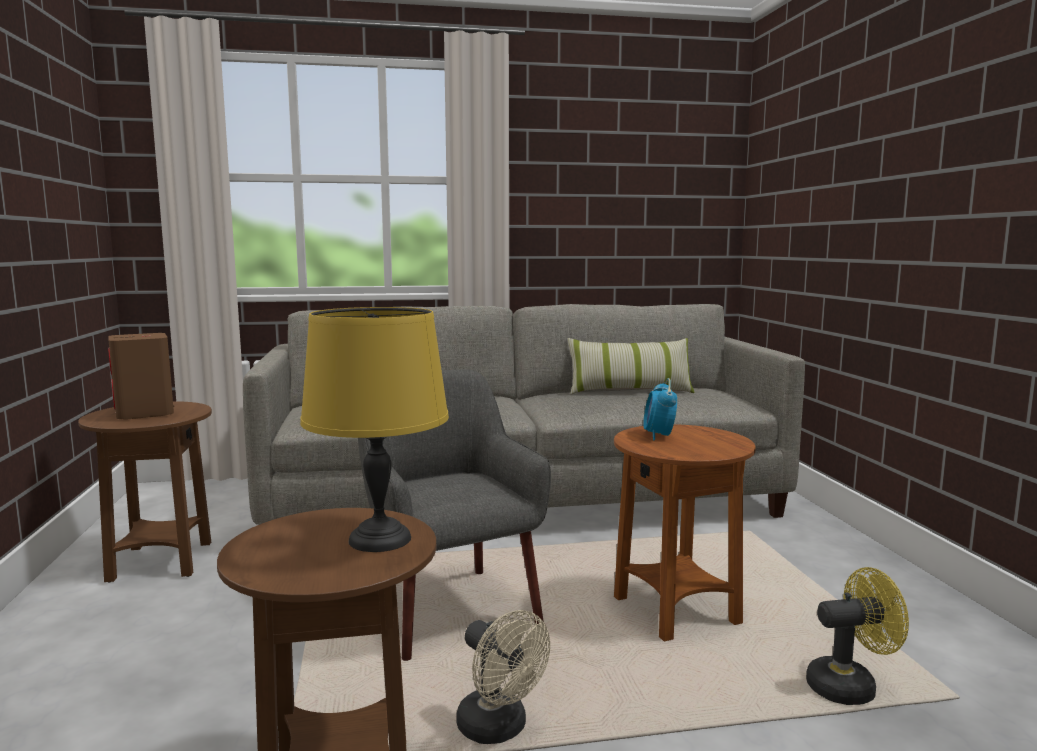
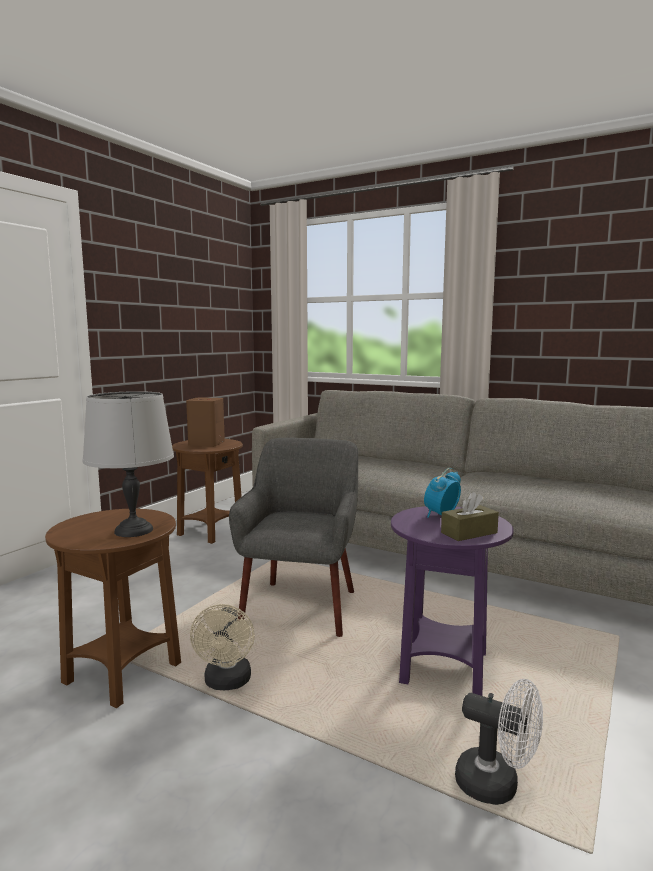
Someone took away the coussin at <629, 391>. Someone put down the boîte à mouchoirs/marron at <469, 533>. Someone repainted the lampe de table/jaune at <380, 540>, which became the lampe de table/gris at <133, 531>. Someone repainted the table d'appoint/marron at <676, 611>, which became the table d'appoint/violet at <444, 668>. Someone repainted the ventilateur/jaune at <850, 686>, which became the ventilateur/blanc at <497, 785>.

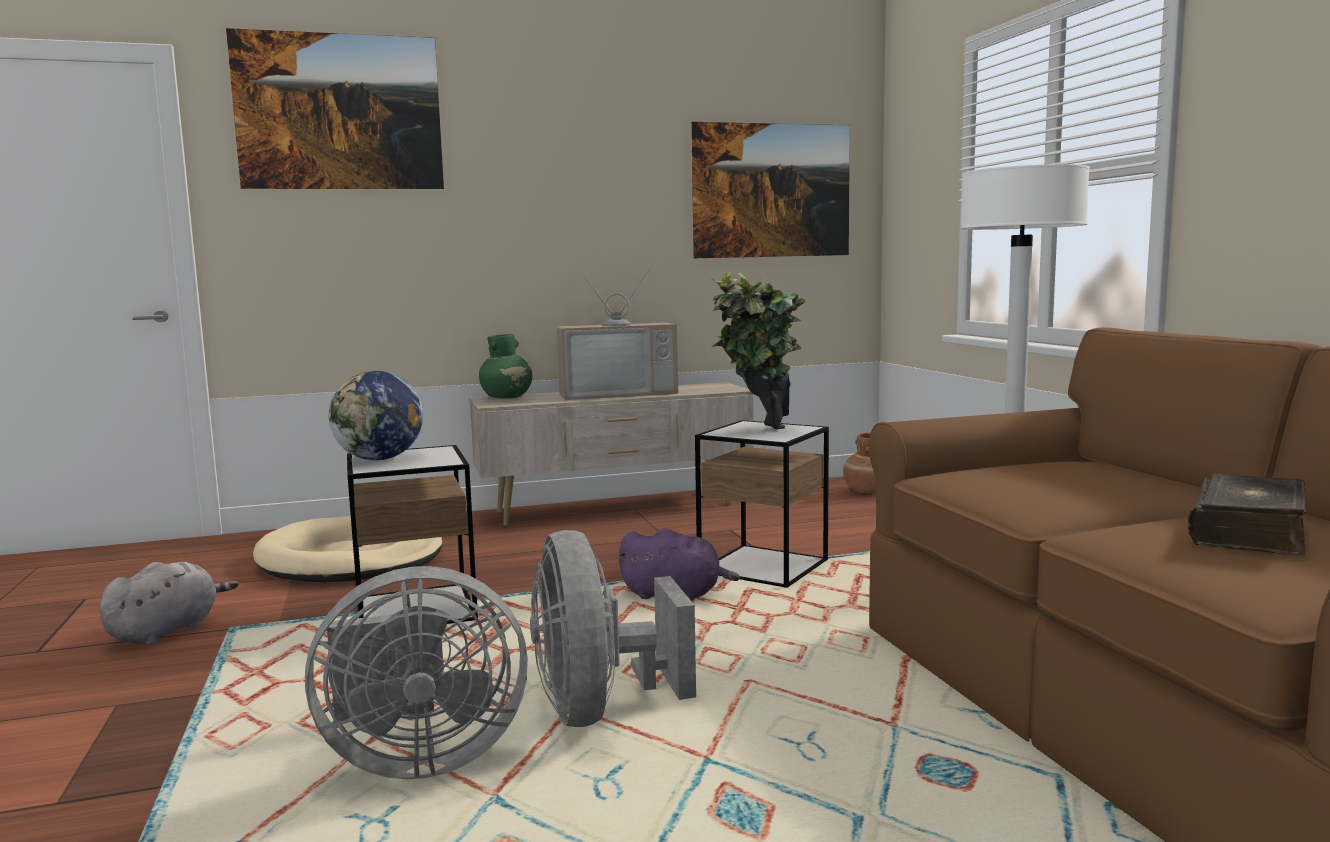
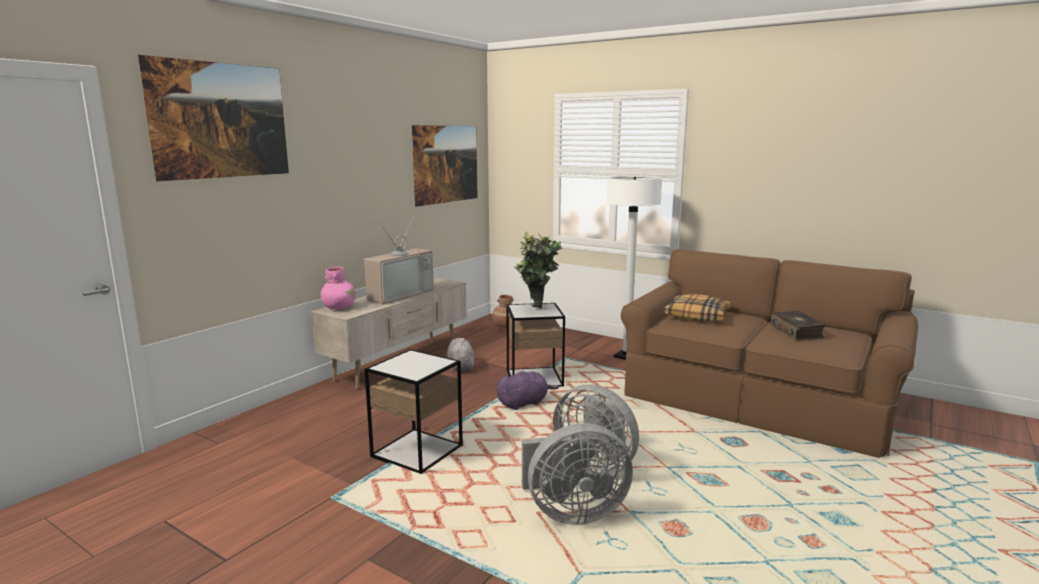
Someone took away the panier pour chien/beige at <350, 559>. Someone took away the globe at <379, 459>. Someone put down the coussin at <697, 316>. Someone carried the peluche/gris from <167, 631> to <460, 366>. Someone repainted the vase/vert at <507, 397>, which became the vase/rose at <339, 308>. Someone rotated the ventilateur/gris at <418, 759> by 45 degrees clockwise.

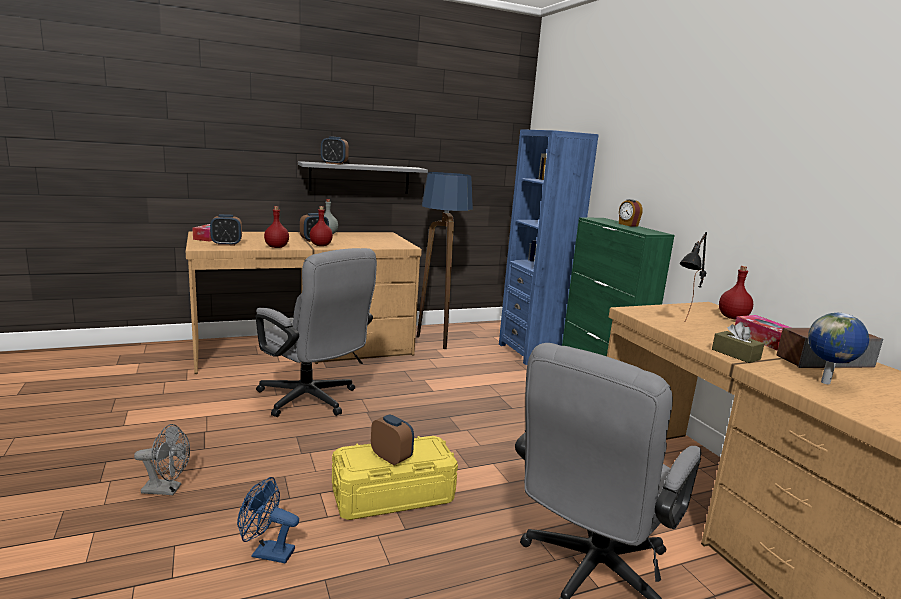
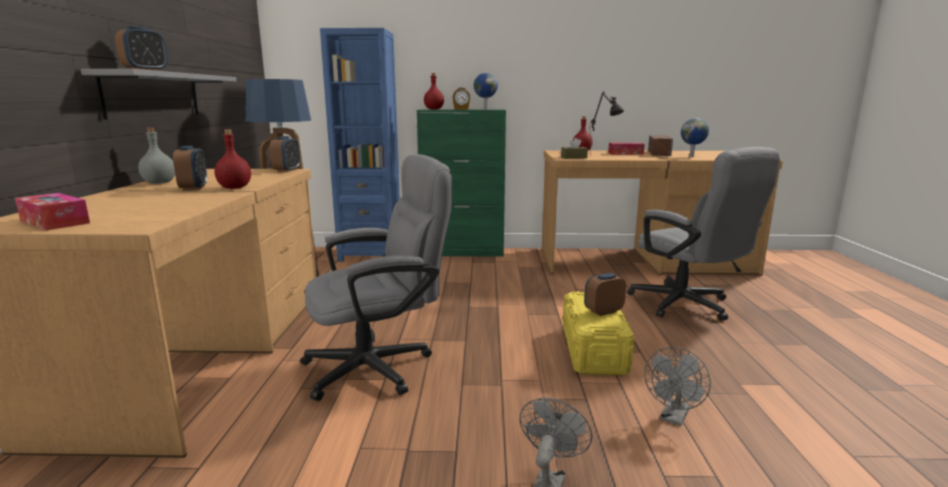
Someone put down the globe at <485, 109>. Someone carried the réveil from <226, 244> to <287, 170>. Someone carried the bouteille/rouge from <276, 247> to <433, 109>. Someone carried the boîte à mouchoirs/marron from <735, 354> to <574, 158>. Someone repainted the ventilateur/bleu at <267, 553>, which became the ventilateur/gris at <673, 418>.

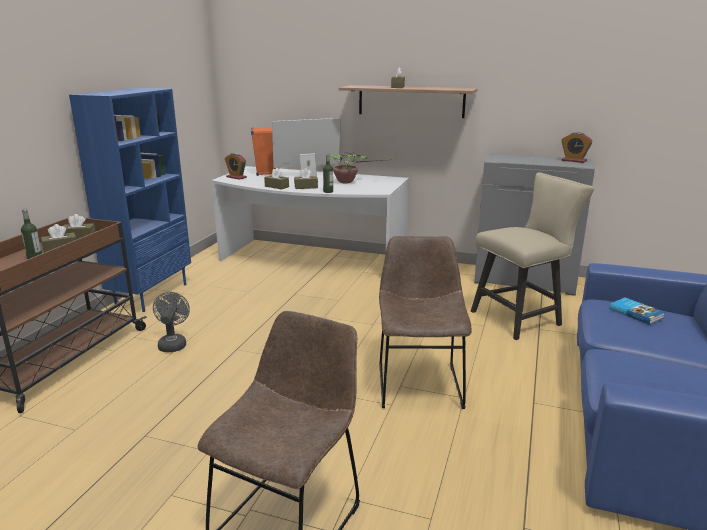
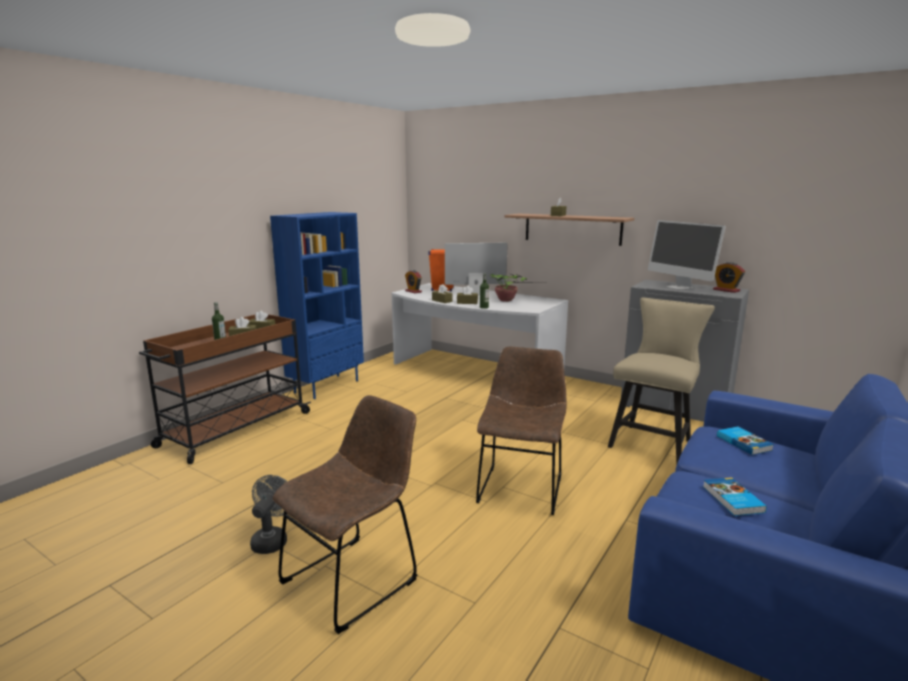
Someone put down the écran d'ordinateur at <679, 287>. Someone put down the livre at <732, 499>. Someone carried the ventilateur/gris from <173, 343> to <272, 540>. Someone rotated the chaise/beige at <521, 317> by 45 degrees counterclockwise.

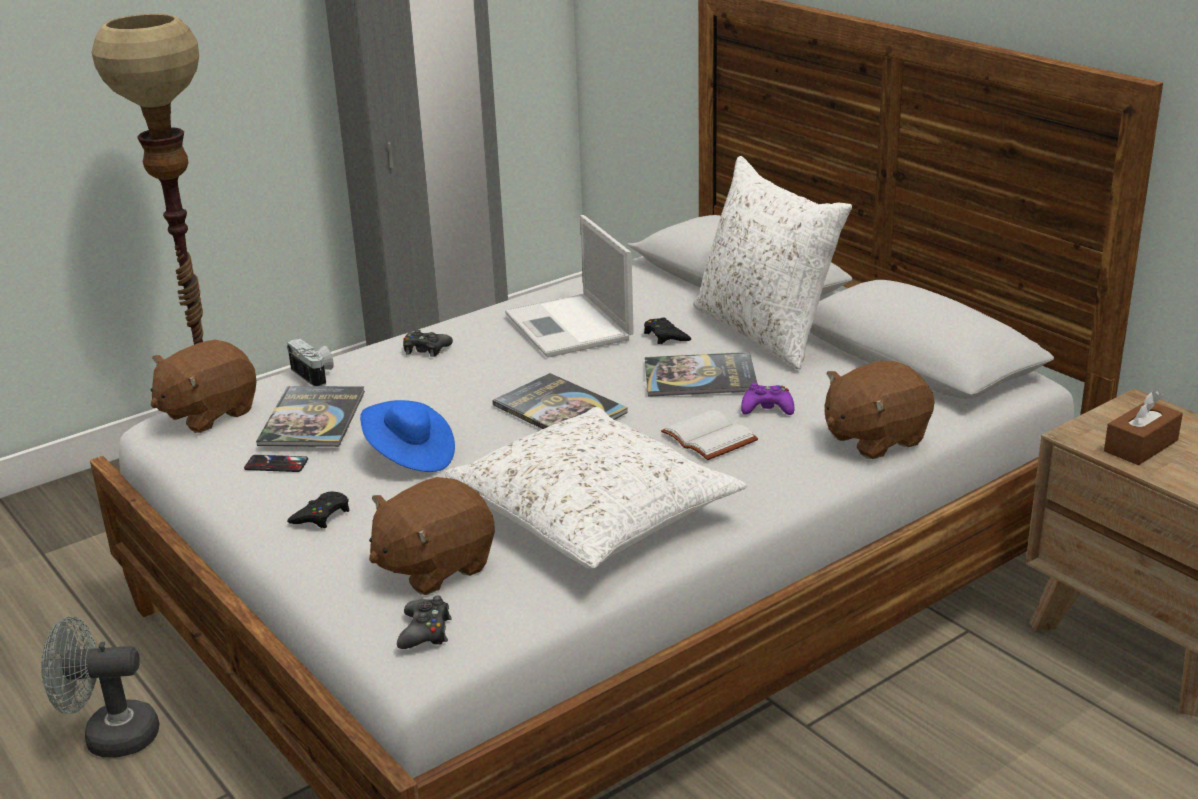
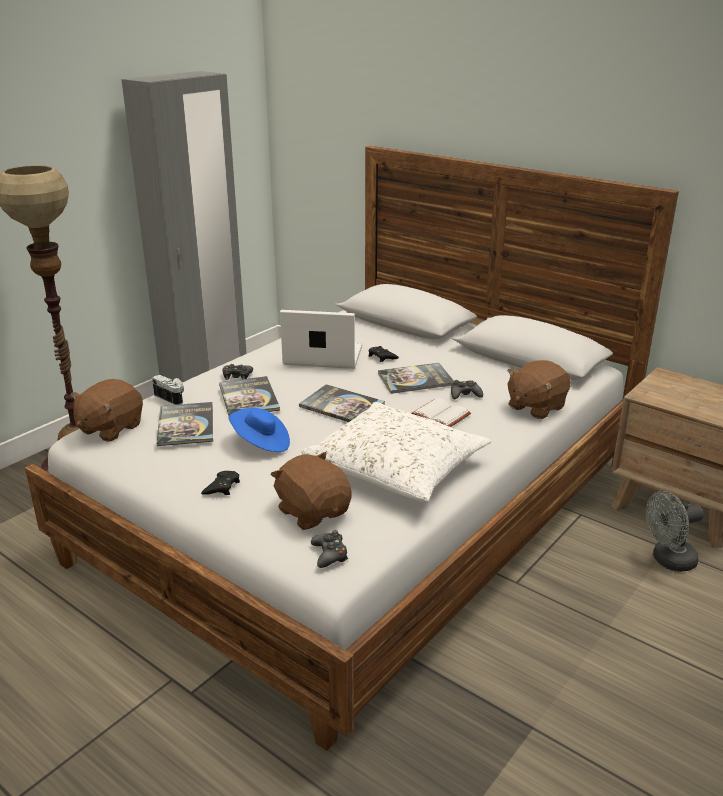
Someone took away the téléphone at <276, 464>. Someone took away the coussin/blanc at <765, 332>. Someone took away the boîte à mouchoirs/marron at <1141, 446>. Someone put down the livre at <249, 398>. Someone carried the ventilateur/gris from <110, 737> to <668, 561>. Someone repainted the manette/violet at <767, 408>, which became the manette/noir at <465, 394>. Someone rotated the peluche/marron at <434, 567> by 105 degrees clockwise. Someone rotated the ordinateur portable at <570, 327> by 135 degrees clockwise.

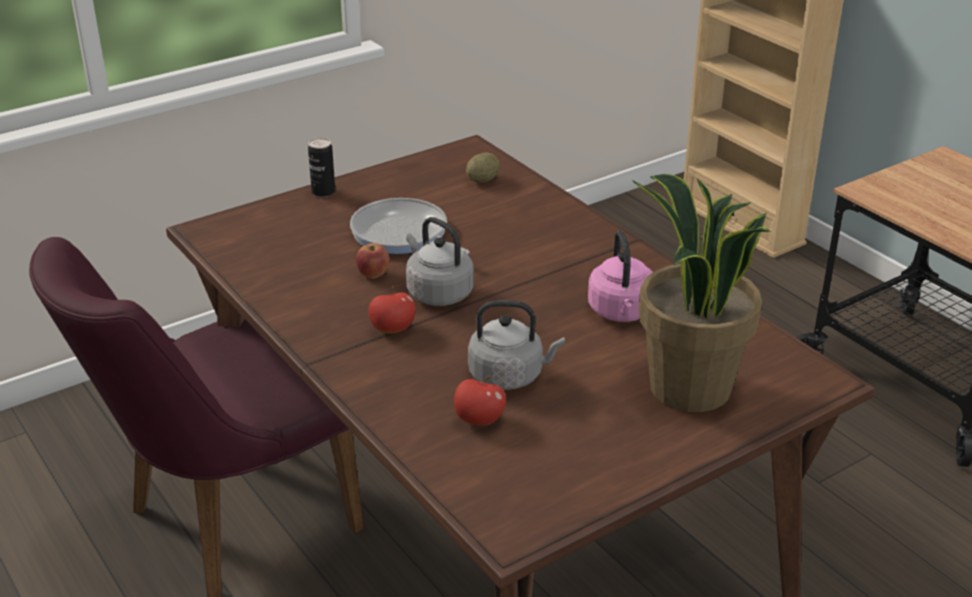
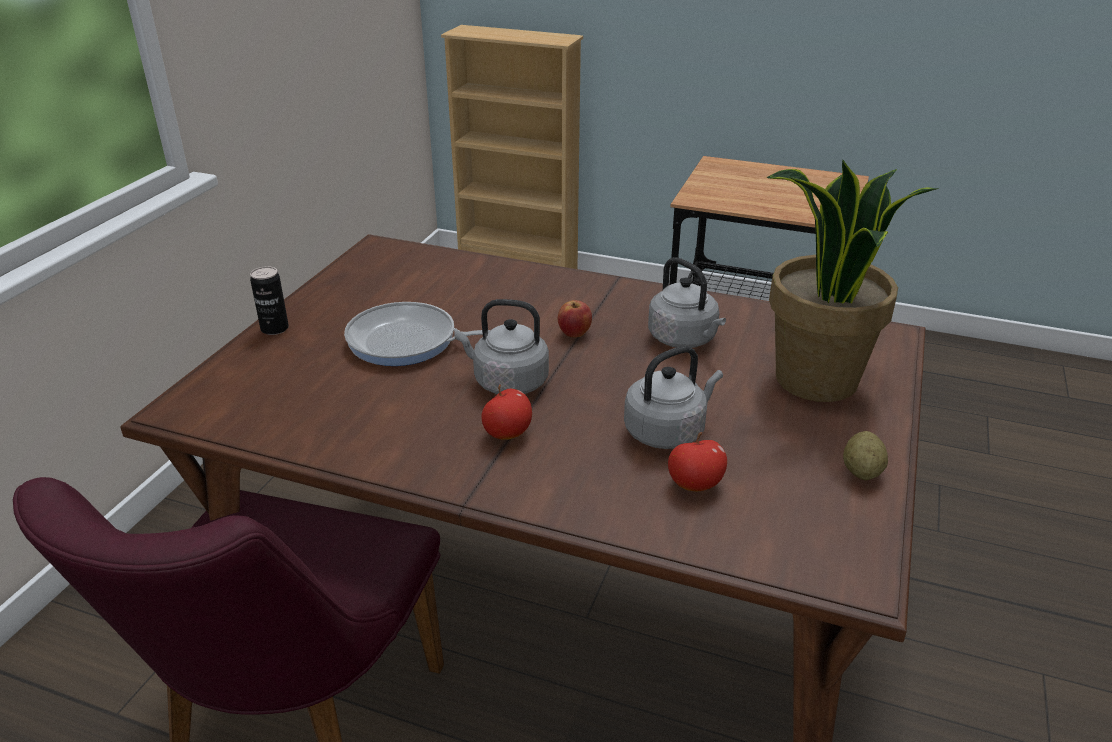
Someone carried the pomme from <373, 275> to <574, 333>. Someone carried the pomme de terre from <483, 180> to <861, 472>. Someone repainted the bouilloire/rose at <622, 312>, which became the bouilloire/gris at <684, 339>.

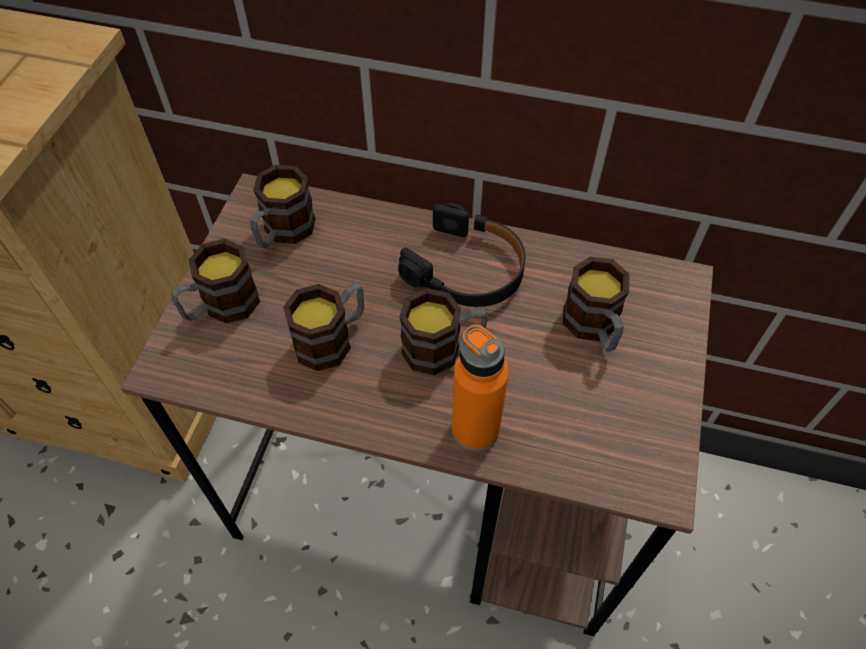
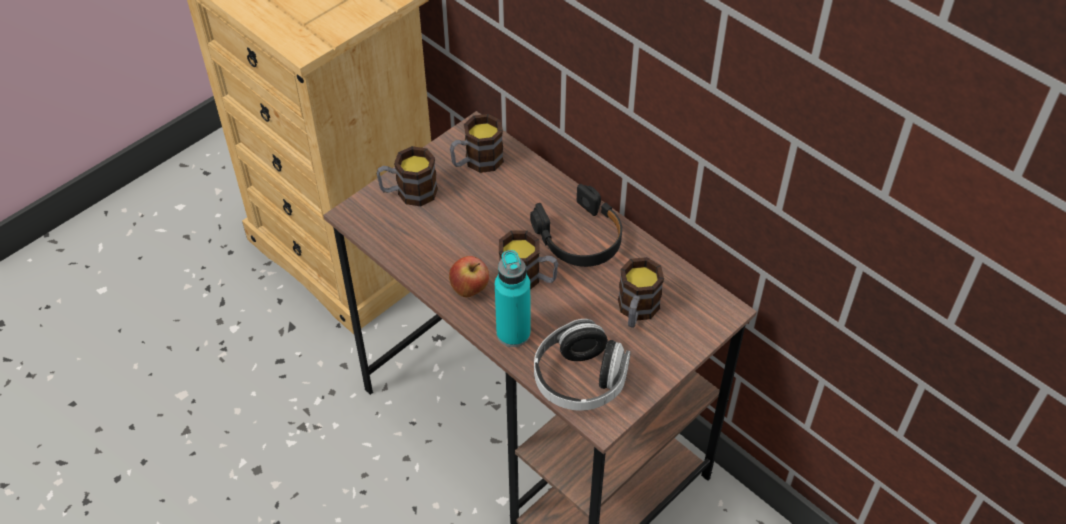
Someone took away the mug at <332, 338>. Someone put down the pomme at <470, 289>. Someone put down the casque audio at <580, 380>. Someone repainted the bouteille/orange at <475, 429>, which became the bouteille/turquoise at <513, 333>.

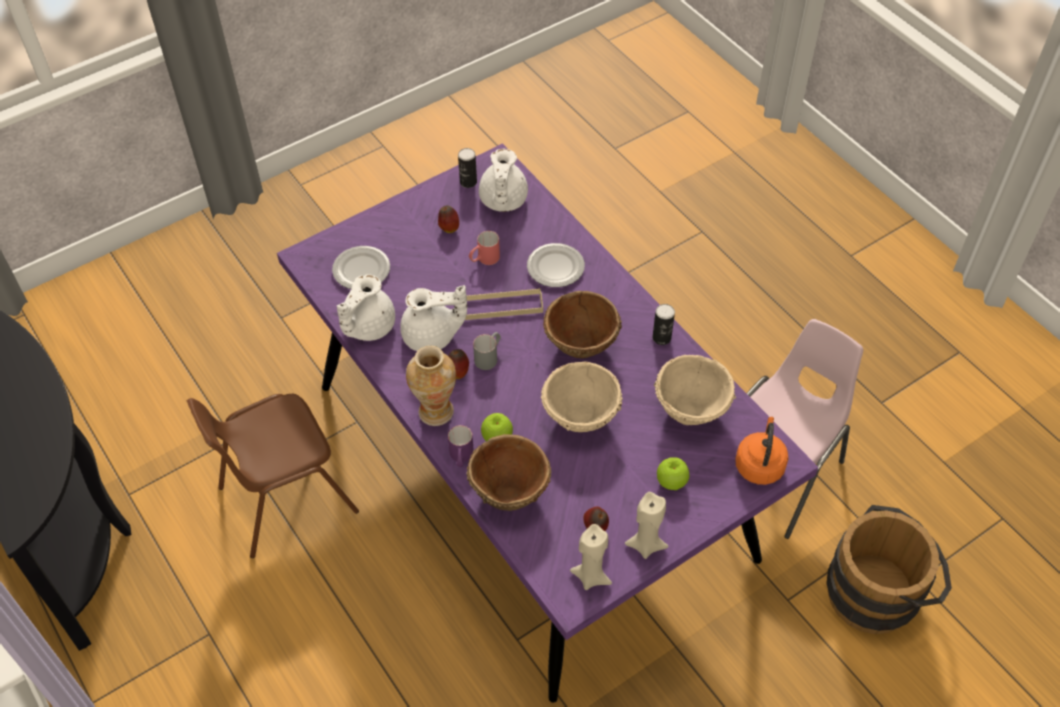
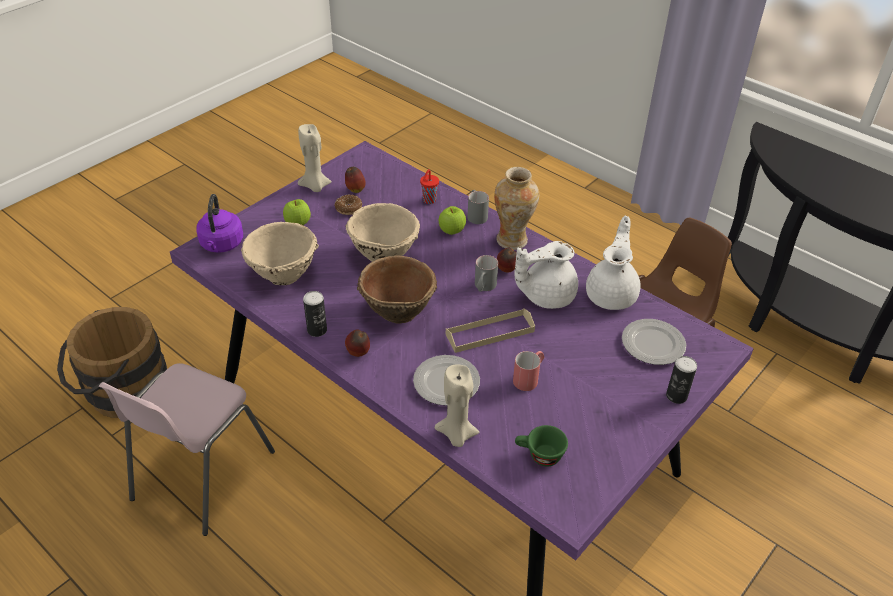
Someone put down the beignet at <348, 208>. Someone carried the pomme from <449, 228> to <359, 354>. Someone carried the boîte métallique from <468, 182> to <676, 396>. Someone carried the bougie/beige from <591, 576> to <456, 435>. Someone swapped the bol/marron at <509, 491> for the tasse/rouge at <429, 201>. Someone swapped the théière/blanc at <502, 201> for the tasse/vert at <539, 455>. Someone repainted the mug/violet at <461, 458>, which became the mug/gris at <476, 214>. Someone repainted the bouilloire/orange at <759, 464>, which became the bouilloire/violet at <221, 245>.

